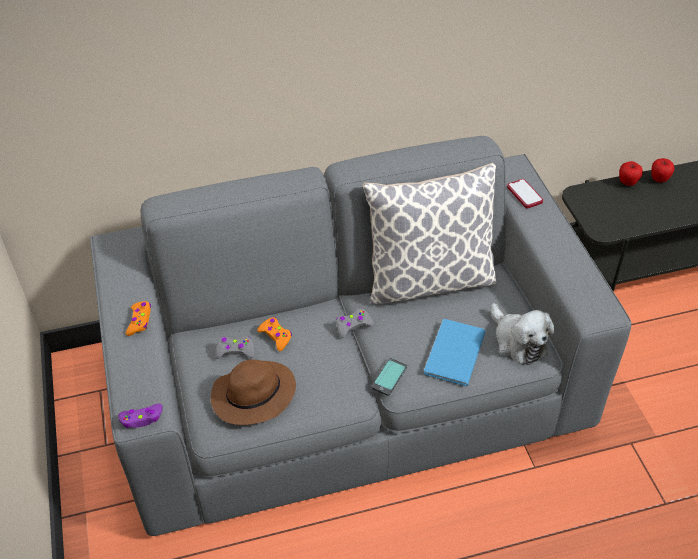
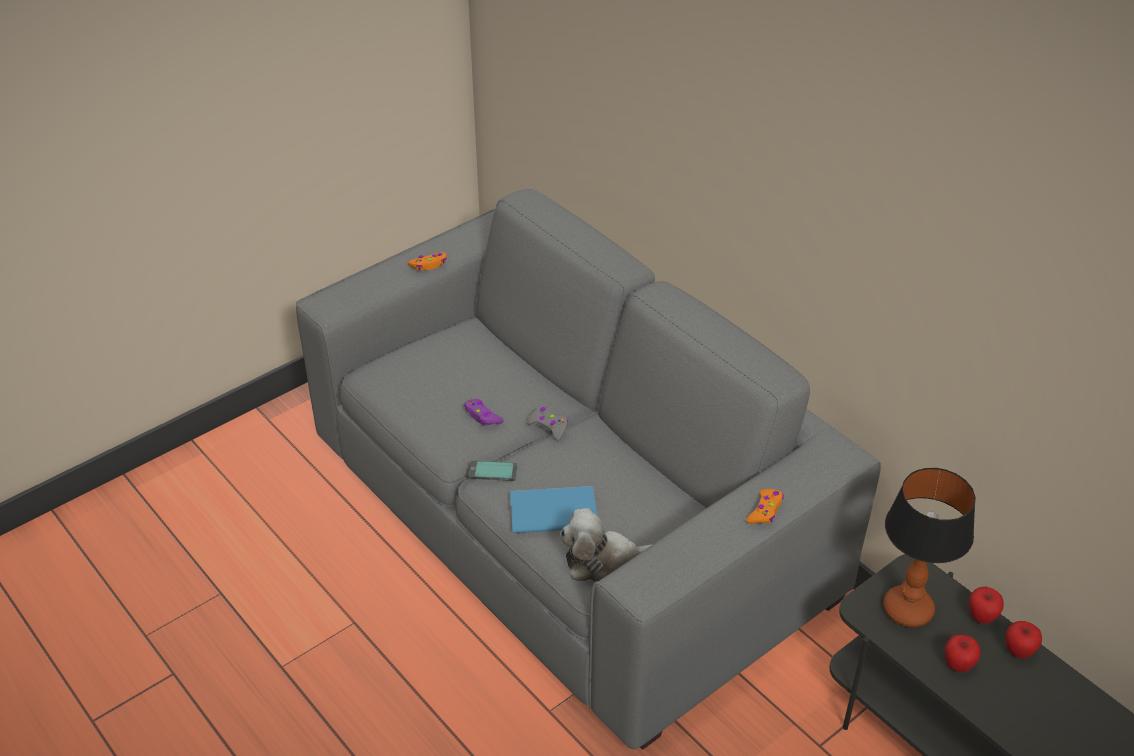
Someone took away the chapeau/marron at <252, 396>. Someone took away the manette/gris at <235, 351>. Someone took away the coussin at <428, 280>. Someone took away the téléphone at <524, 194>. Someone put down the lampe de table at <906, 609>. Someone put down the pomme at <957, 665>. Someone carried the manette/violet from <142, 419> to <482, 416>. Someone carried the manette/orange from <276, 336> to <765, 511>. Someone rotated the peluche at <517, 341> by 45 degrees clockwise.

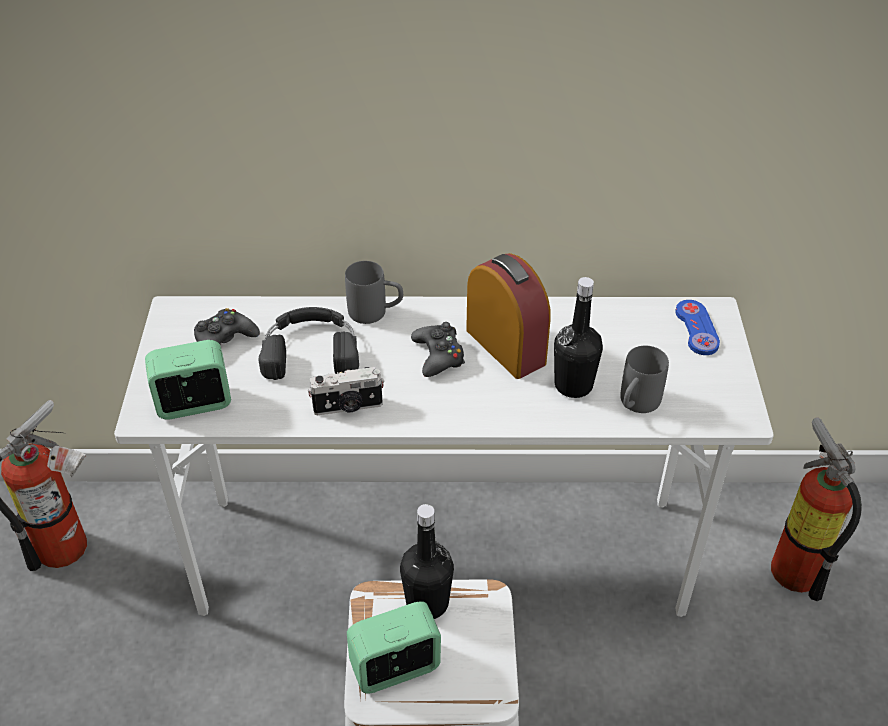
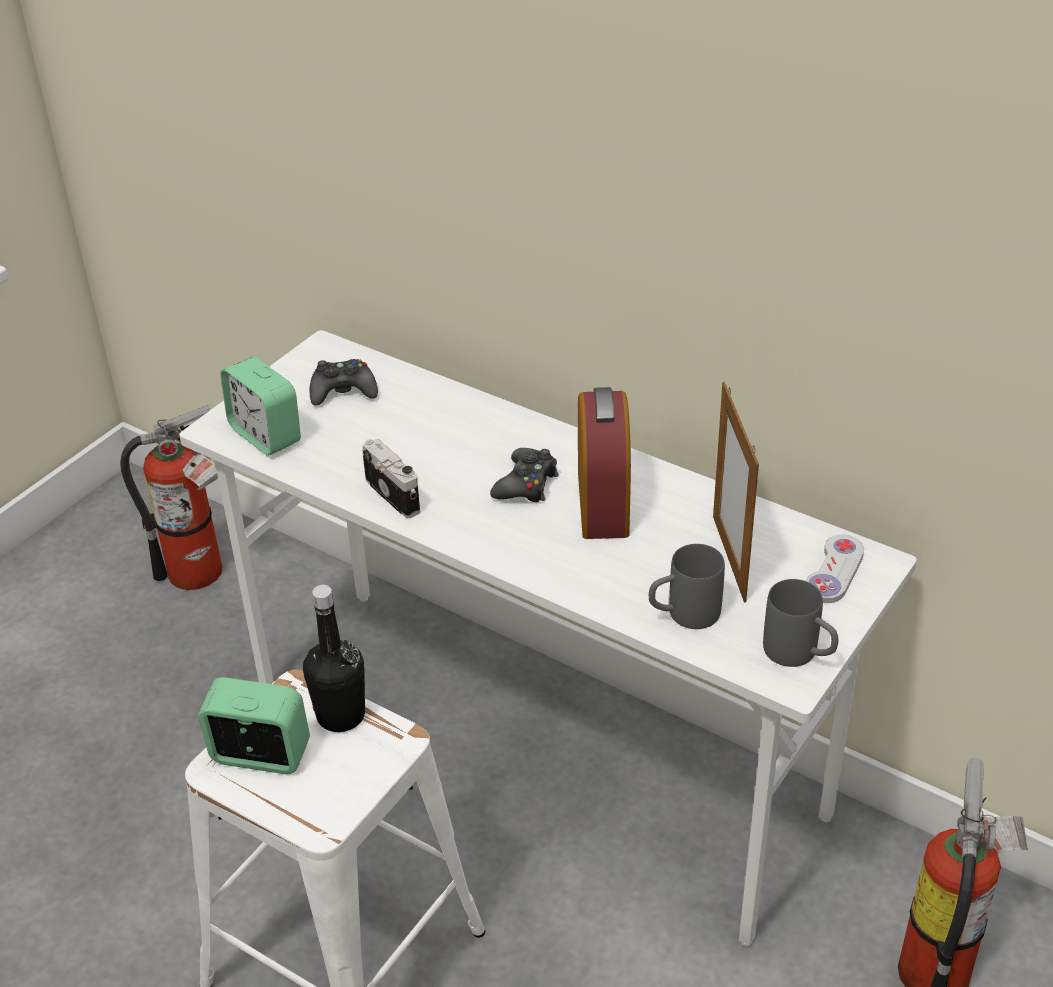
Someone took away the casque audio/noir at <311, 349>. Someone took away the bouteille/noir at <573, 385>. Someone put down the cadre photo at <729, 558>. Someone carried the mug/gris from <376, 313> to <800, 655>. Someone repainted the manette/bleu at <696, 329>, which became the manette/blanc at <834, 571>. Someone rotated the réveil at <194, 404> by 150 degrees counterclockwise. Someone rotated the appareil photo at <348, 407> by 150 degrees counterclockwise.

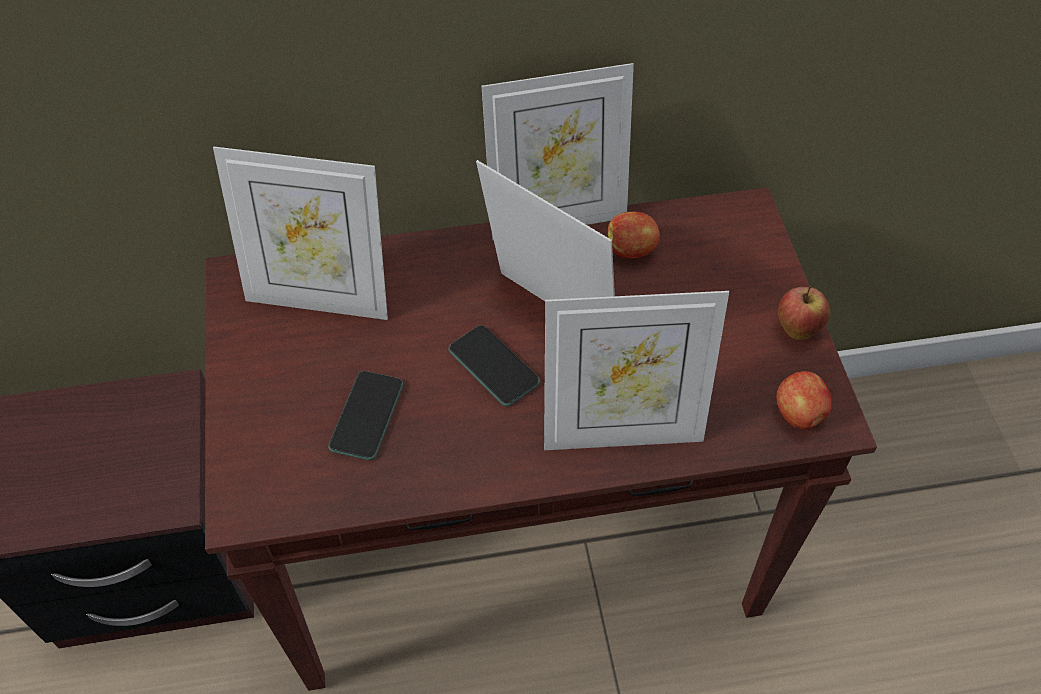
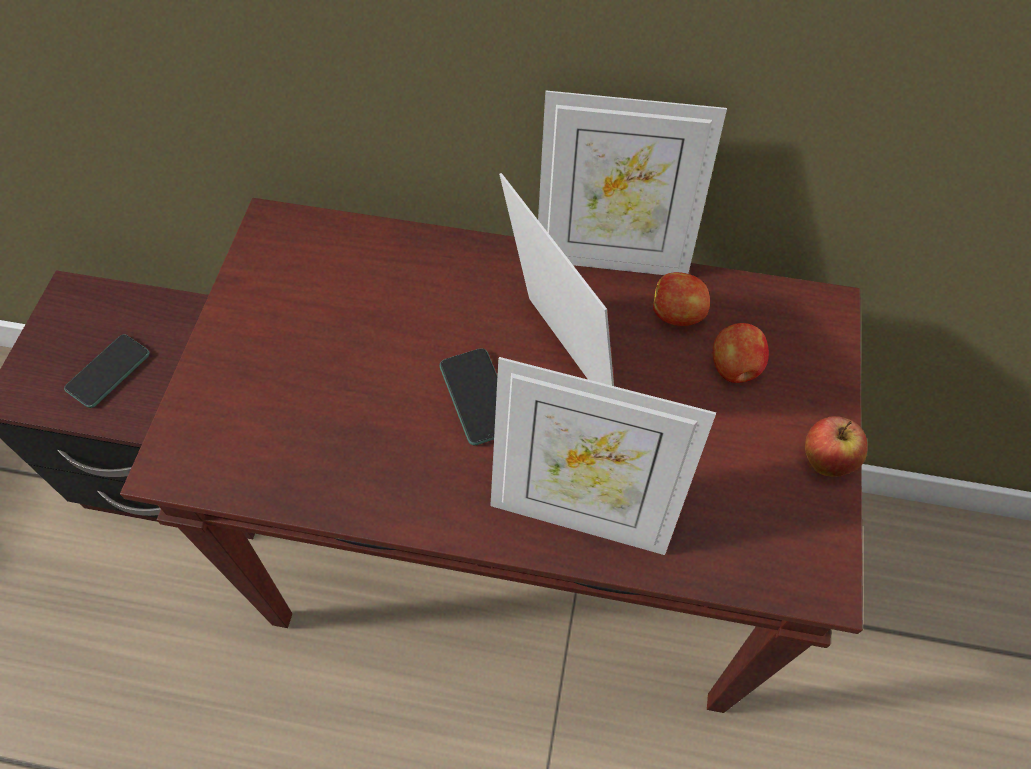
Someone took away the cadre photo at <320, 298>. Someone carried the téléphone from <367, 416> to <108, 371>. Someone carried the pomme from <798, 415> to <734, 368>.

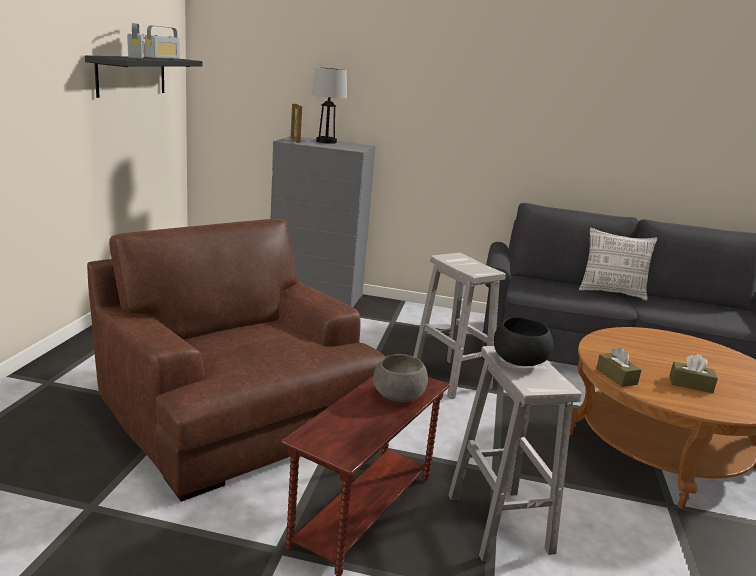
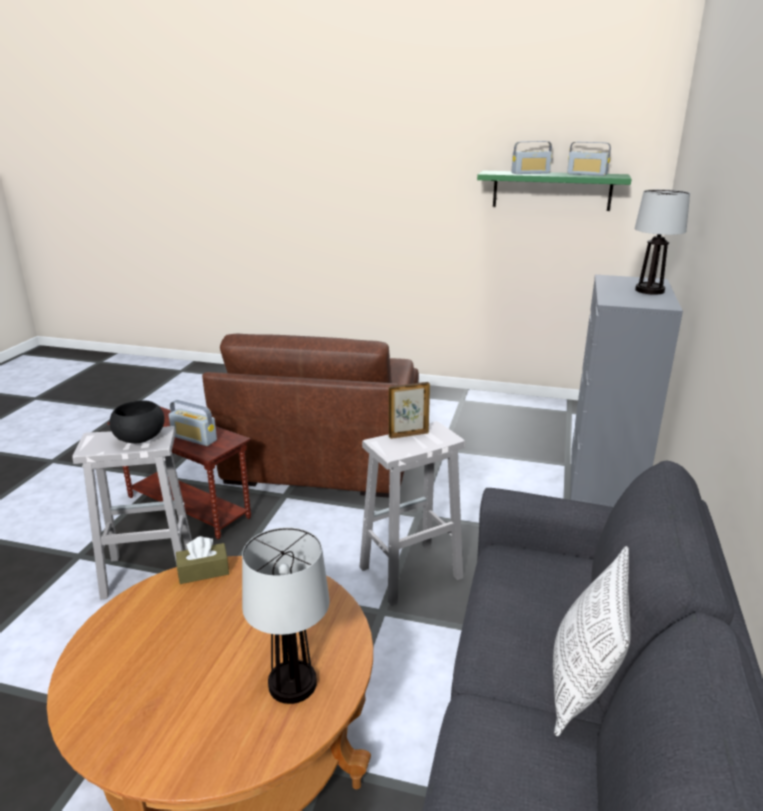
Someone took away the boîte à mouchoirs/marron at <690, 384>. Someone put down the lampe de table at <291, 683>. Someone carried the cadre photo from <295, 140> to <408, 434>. Someone swapped the bol/gris at <398, 395> for the radio at <194, 438>. Someone repainted the étagère/noir at <132, 76>, which became the étagère/vert at <551, 190>. Someone rotated the fauteuil/marron at <237, 413> by 135 degrees clockwise.

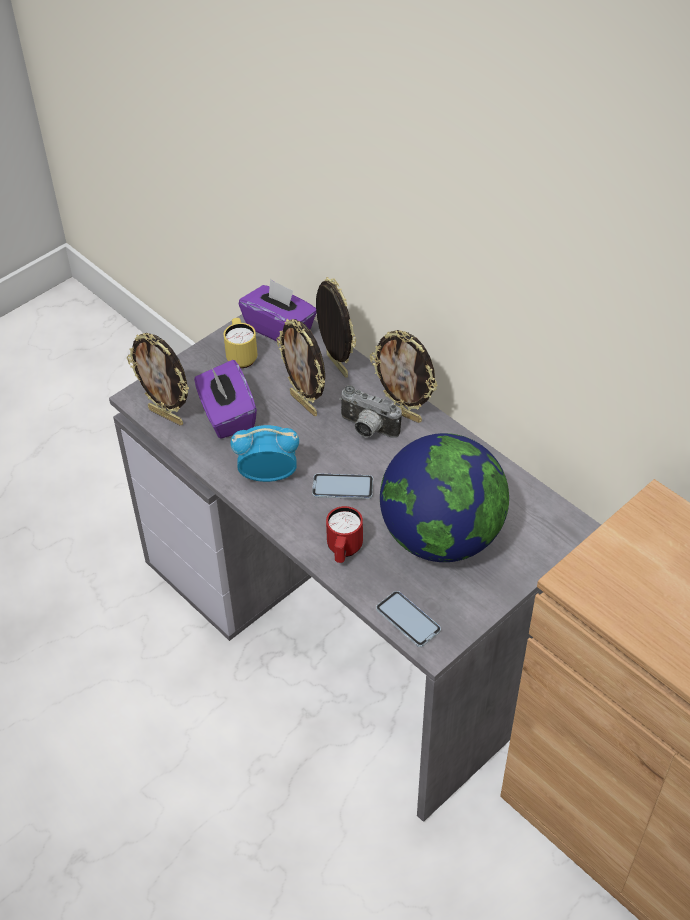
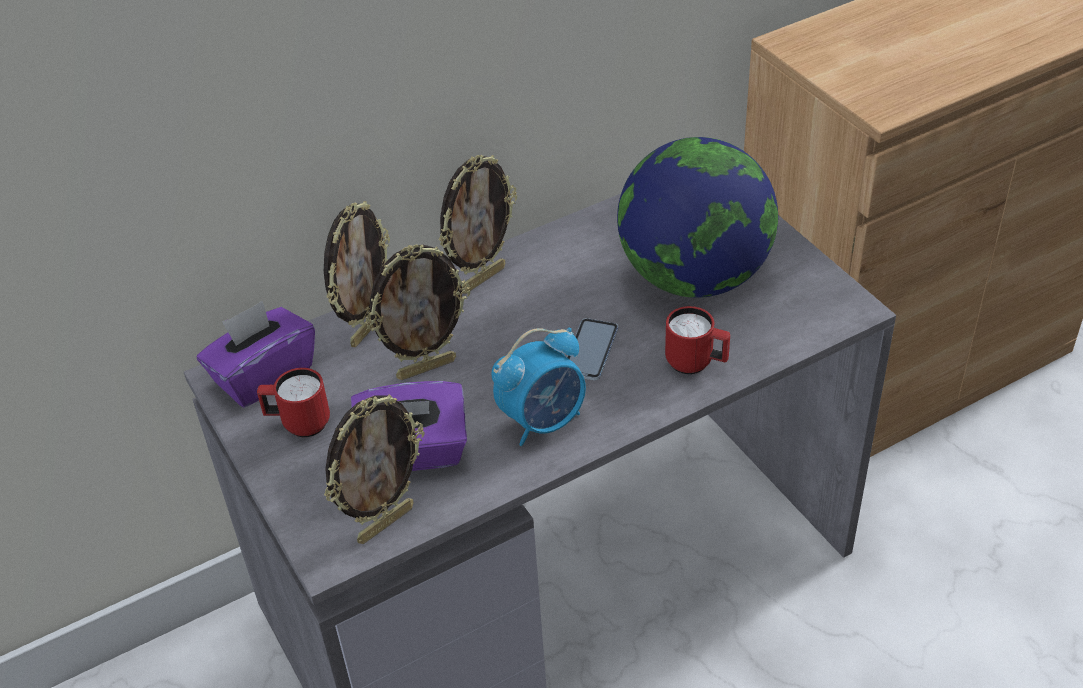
Someone took away the appareil photo at <367, 429>. Someone took away the téléphone at <408, 620>. Someone repainted the mug/jaune at <241, 356>, which became the mug/rouge at <299, 424>. Someone rotated the réveil at <268, 474> by 135 degrees counterclockwise. Someone rotated the cadre photo at <335, 366> by 135 degrees clockwise.

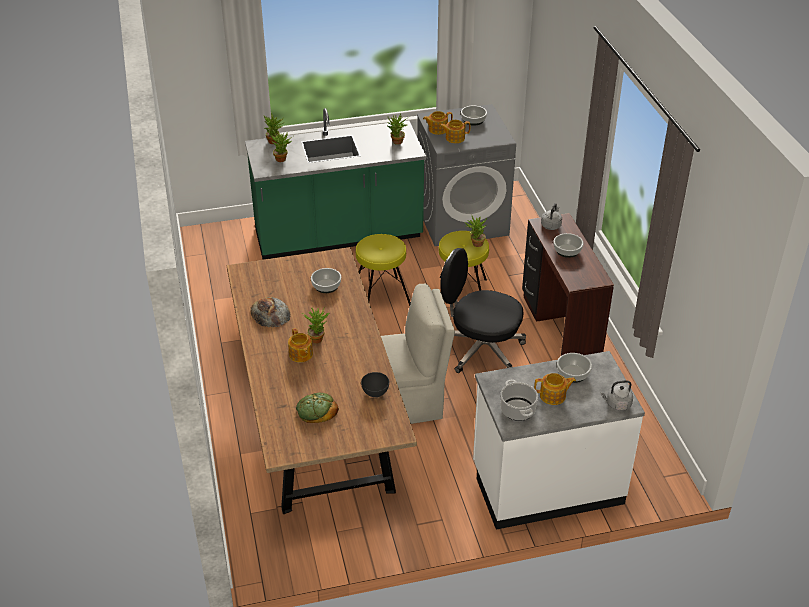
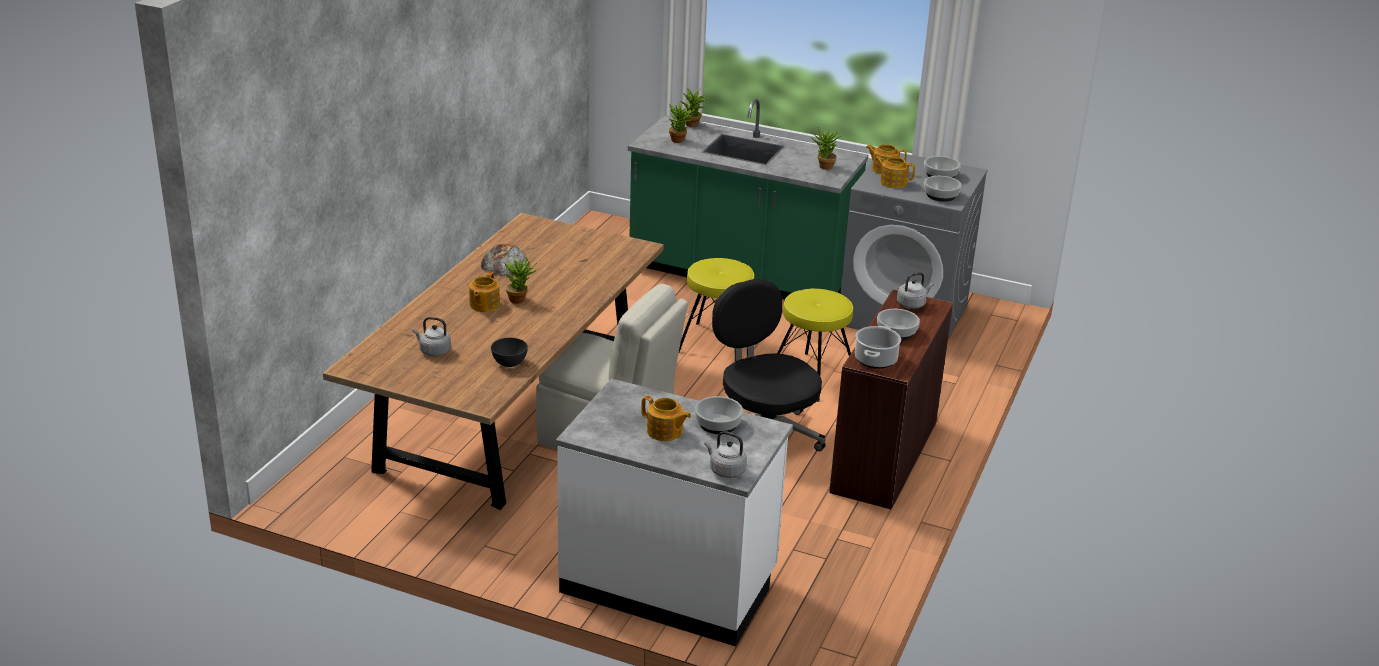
Someone took away the plante en pot at <475, 244>. Someone carried the bol from <326, 285> to <941, 195>. Someone carried the marmite from <517, 410> to <875, 359>. Someone swapped the pain at <316, 410> for the bouilloire/gris at <433, 351>.

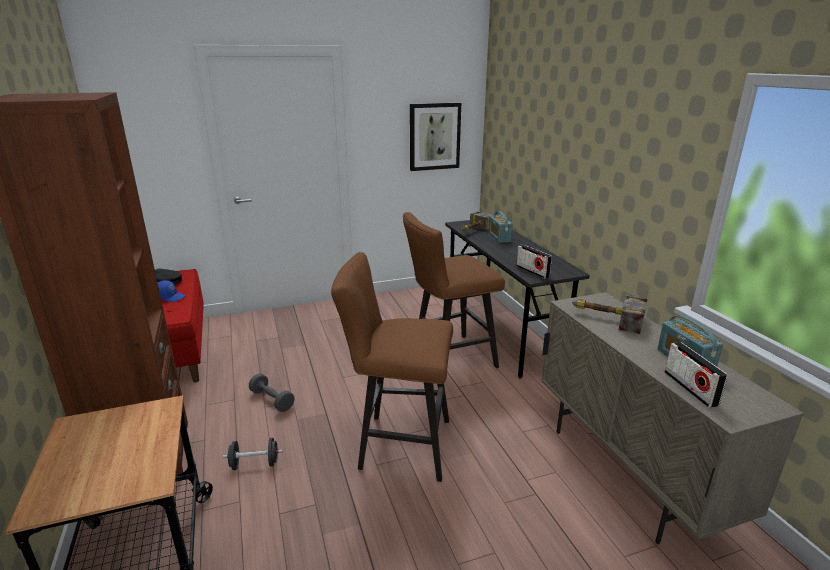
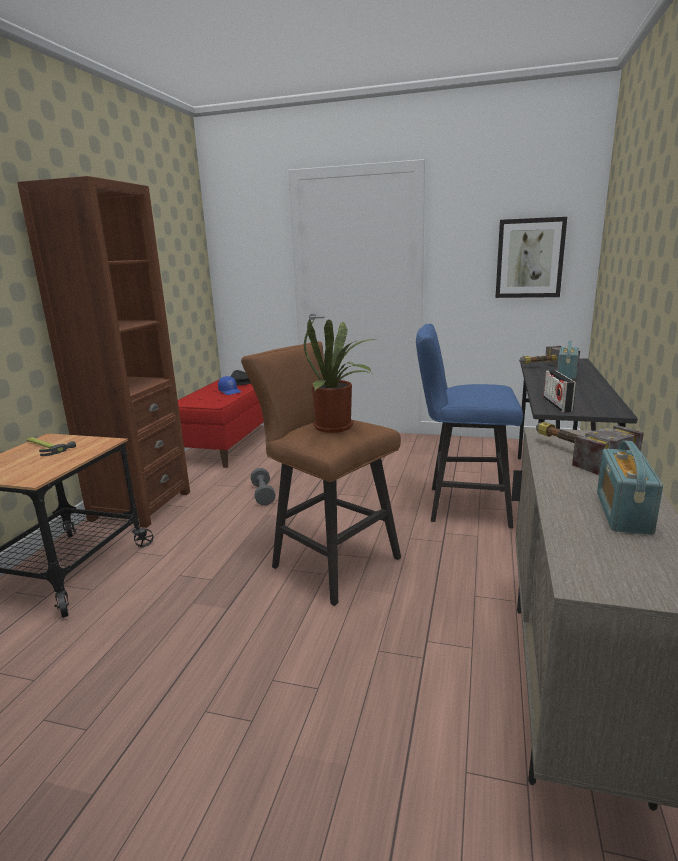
Someone took away the haltère/noir at <254, 464>. Someone took away the radio at <690, 388>. Someone put down the marteau at <45, 447>. Someone put down the plante en pot at <338, 427>. Someone repainted the tabouret/marron at <448, 358>, which became the tabouret/bleu at <461, 505>.

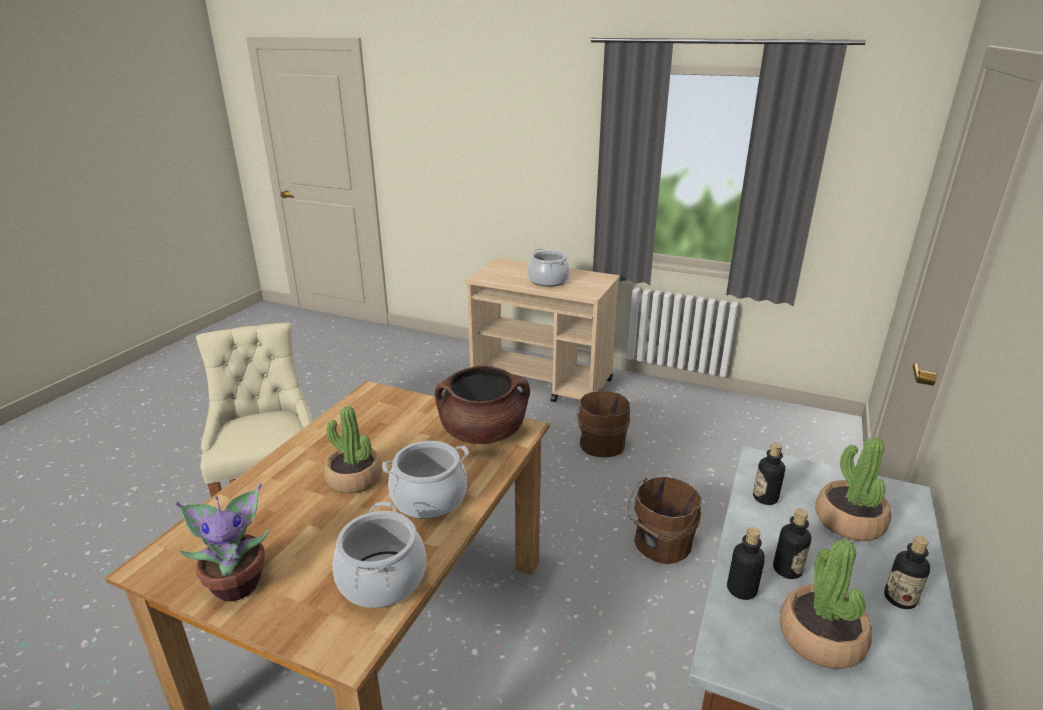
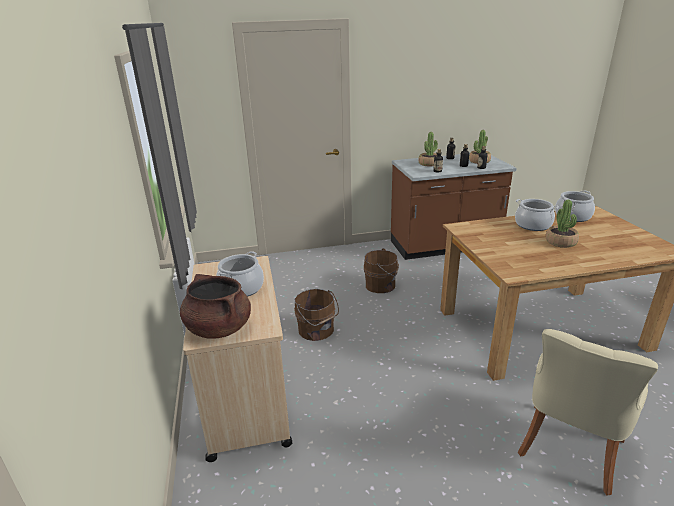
Someone took away the plante en pot at <238, 582>. Someone carried the marmite/marron from <483, 433> to <218, 328>.

